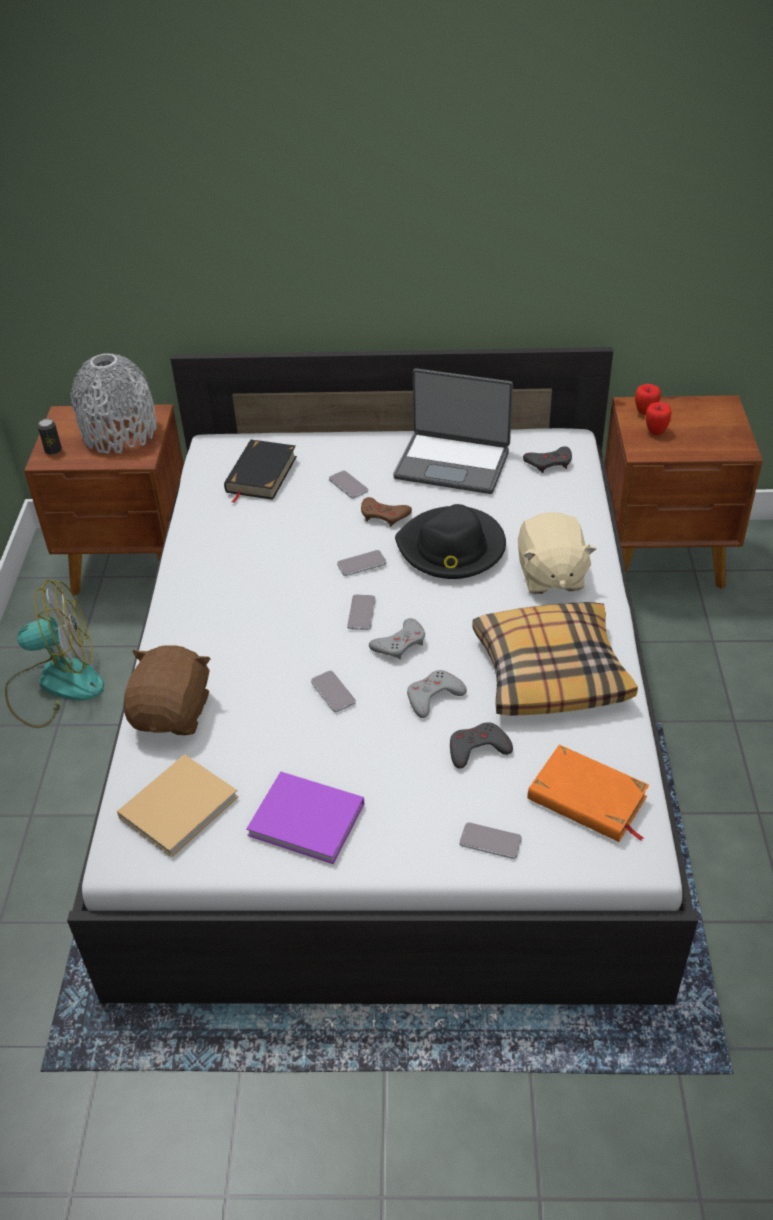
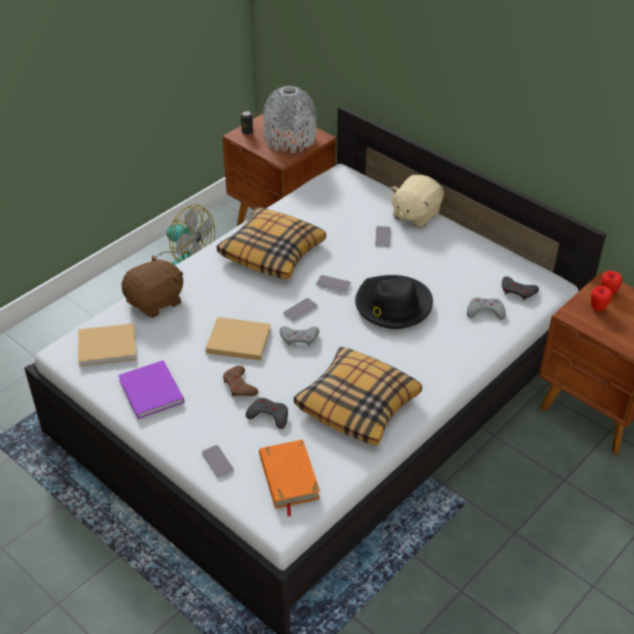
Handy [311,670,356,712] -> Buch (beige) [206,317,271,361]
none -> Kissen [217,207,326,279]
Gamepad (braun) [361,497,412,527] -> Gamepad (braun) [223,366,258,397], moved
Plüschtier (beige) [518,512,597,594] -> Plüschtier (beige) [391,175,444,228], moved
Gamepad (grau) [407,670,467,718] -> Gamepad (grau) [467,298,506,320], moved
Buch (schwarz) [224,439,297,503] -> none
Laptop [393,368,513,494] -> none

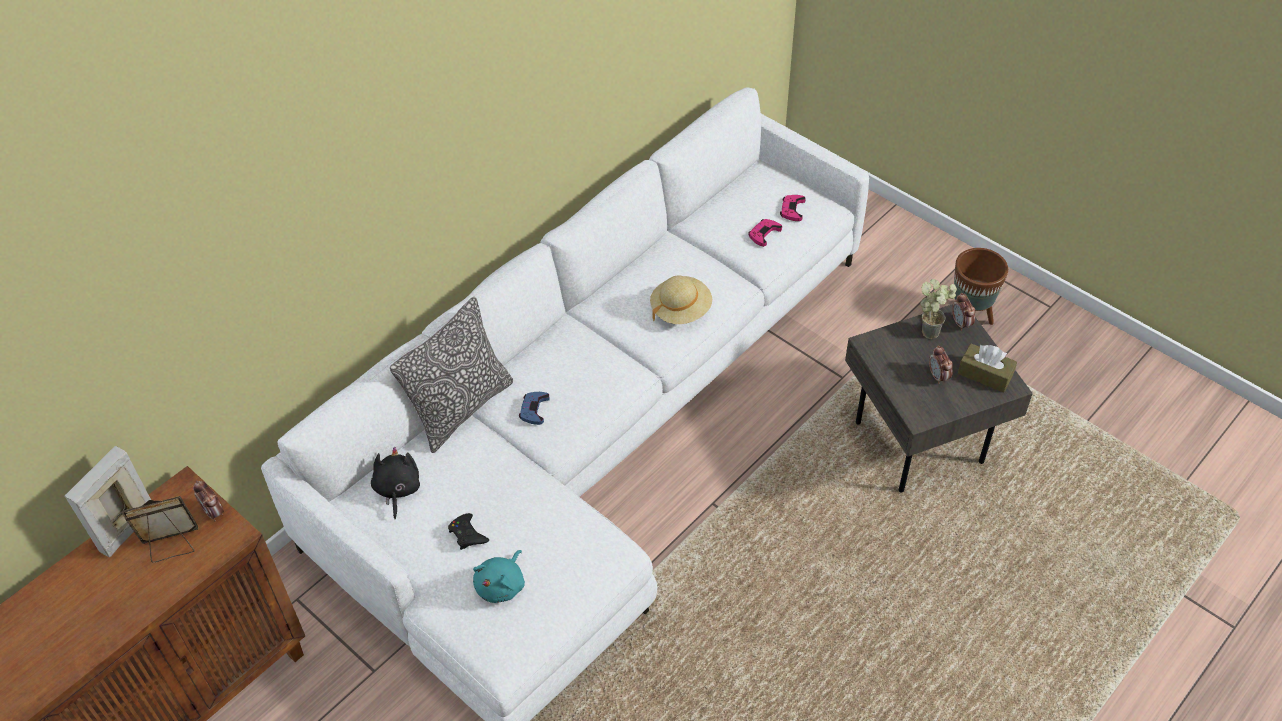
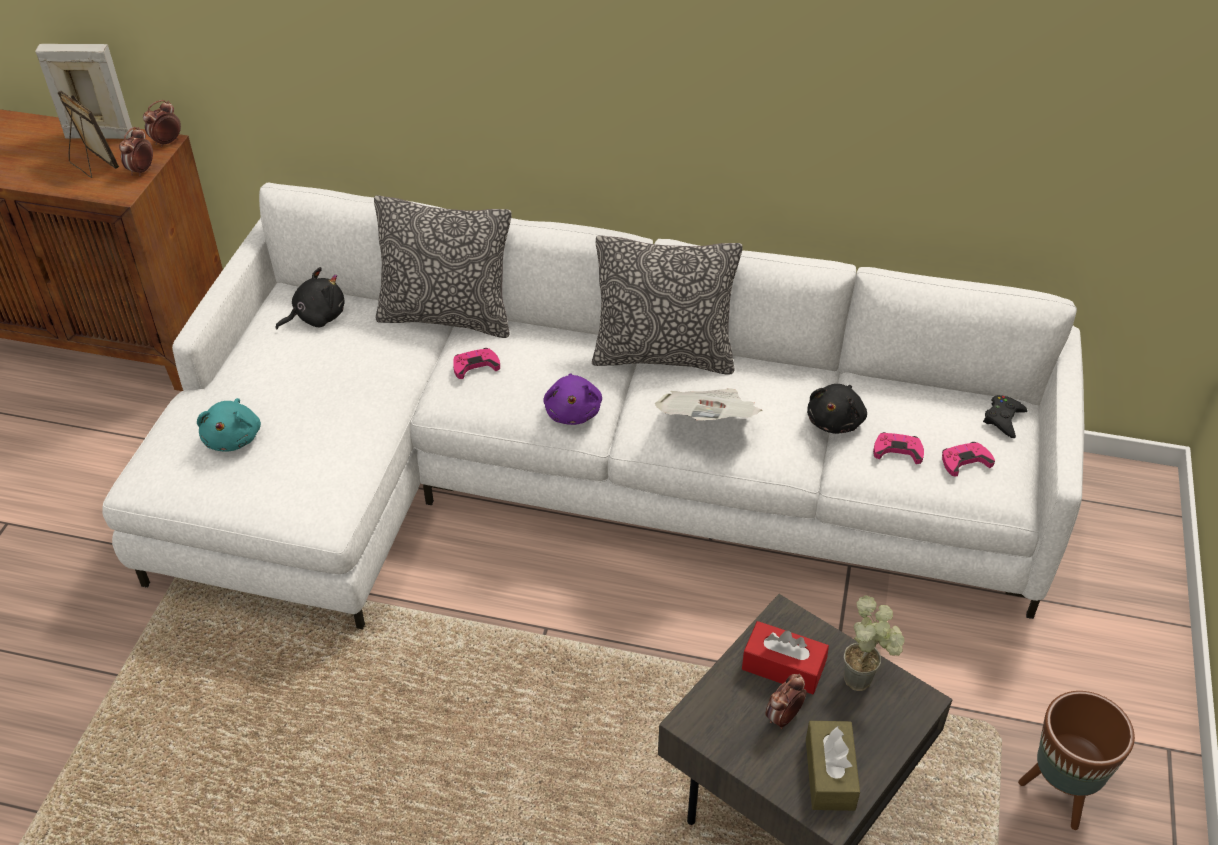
Wecker [952,293,975,331] -> Wecker [143,100,181,147], moved
Plüschtier (türkis) [473,550,525,603] -> Plüschtier (türkis) [197,398,261,452], 90 degrees counterclockwise
Gamepad (blau) [519,392,549,425] -> Gamepad (rosa) [453,348,500,379]
none -> Plüschtier (lila) [543,373,602,425]
none -> Kissen [592,235,743,375]
Hut (beige) [650,276,712,324] -> Zeitung [655,388,763,421]
none -> Taschentuchbox (rot) [742,621,829,694]
none -> Plüschtier (schwarz) [807,384,867,434]
Gamepad (schwarz) [448,513,489,550] -> Gamepad (schwarz) [983,395,1027,438], moved

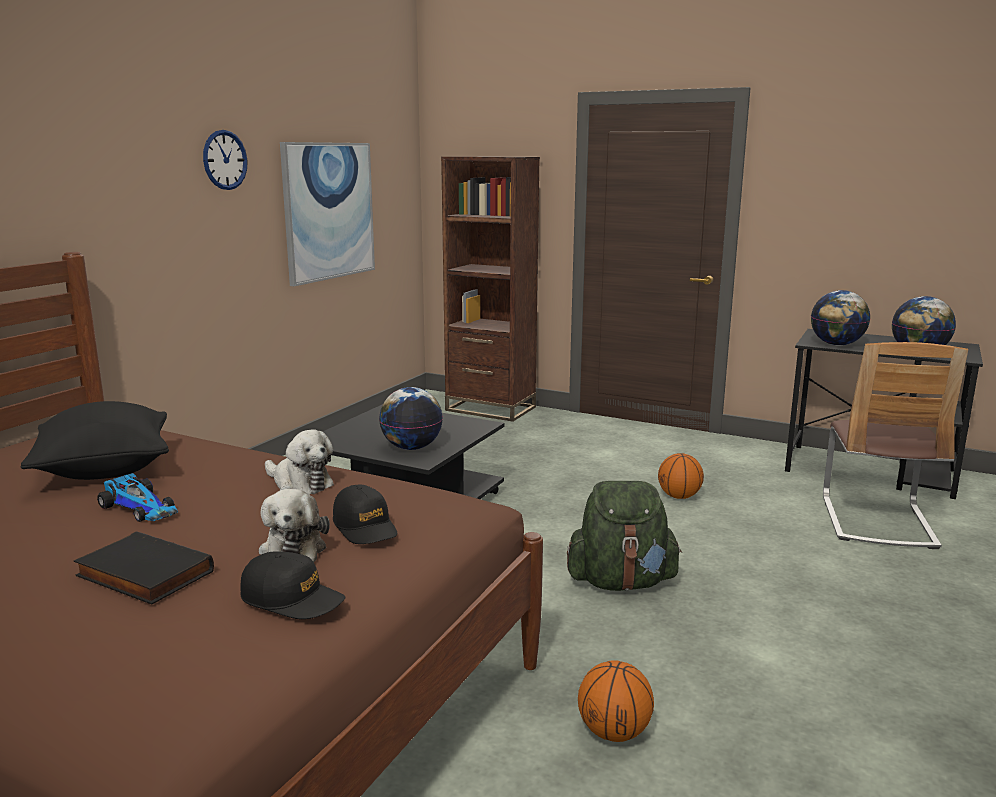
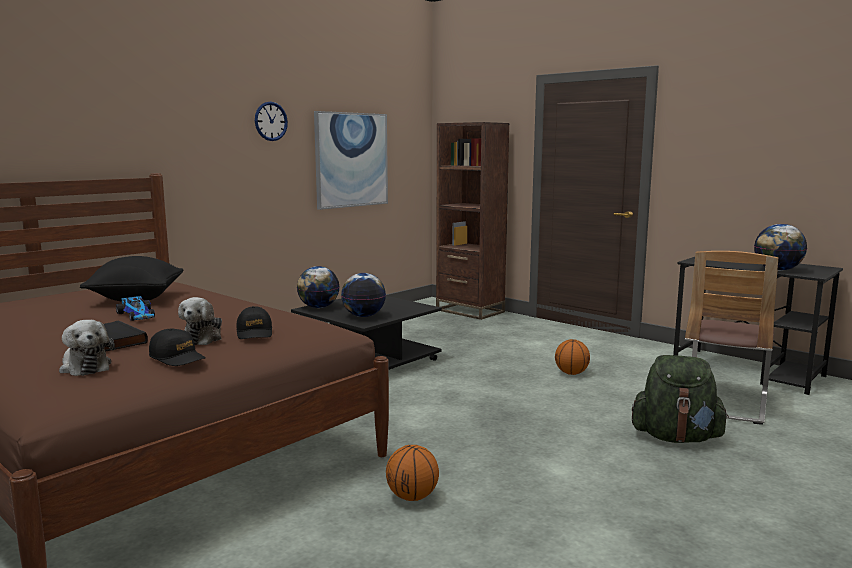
Plüschtier [265,429,334,494] -> Plüschtier [59,320,115,376], moved
Globus [811,290,870,346] -> Globus [297,266,340,308], moved
Rucksack (grün) [567,481,682,591] -> Rucksack (grün) [632,355,729,443], moved

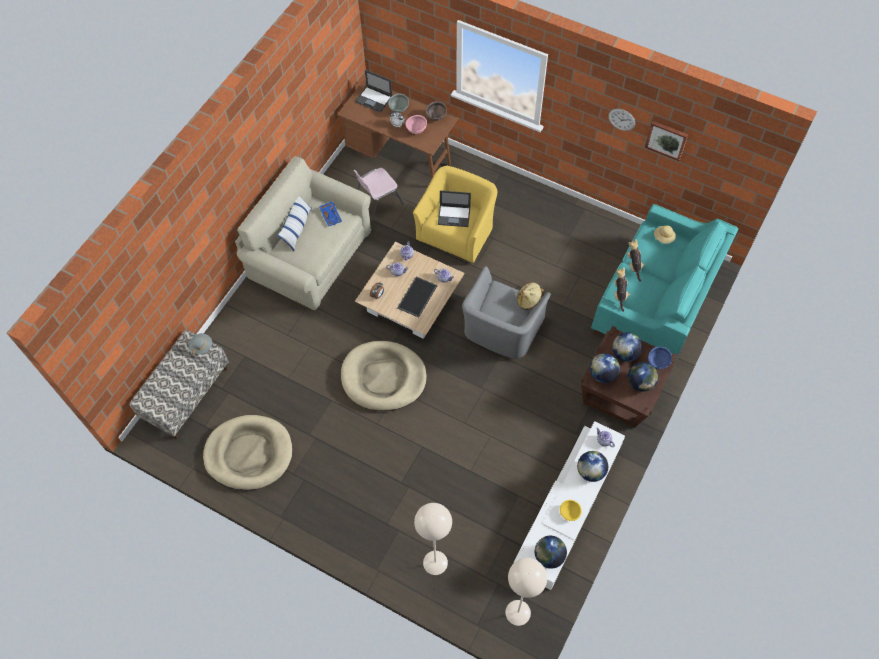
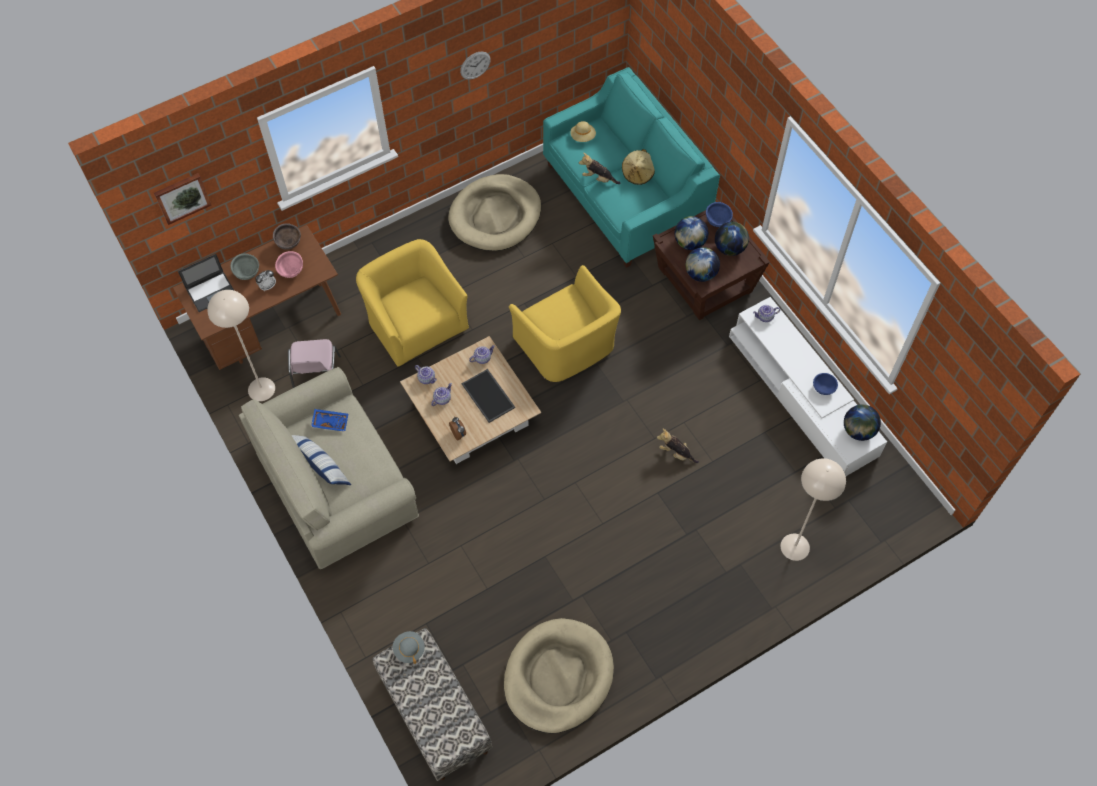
Bild [645,121,688,161] -> Bild [154,173,211,225], moved
Stehlampe (beige) [505,558,547,626] -> Stehlampe (beige) [207,290,275,401], moved
Hundebett (beige) [341,341,427,411] -> Hundebett (beige) [448,174,541,251], moved
Sessel (grau) [462,266,551,359] -> Sessel (gelb) [509,265,621,382]
Hut (beige) [517,282,544,310] -> Hut (beige) [622,149,655,185], moved
Plüschtier [614,267,631,312] -> Plüschtier [657,429,699,463], moved
Schüssel (gelb) [560,500,582,521] -> Schüssel (blau) [813,373,838,395]
Laptop [438,191,471,227] -> none
Globus [577,451,608,482] -> none

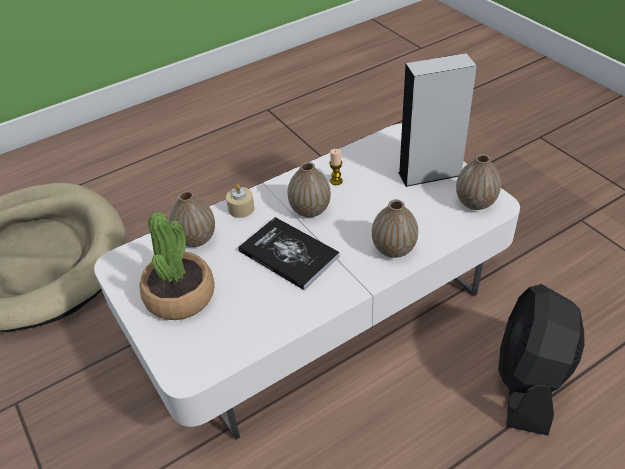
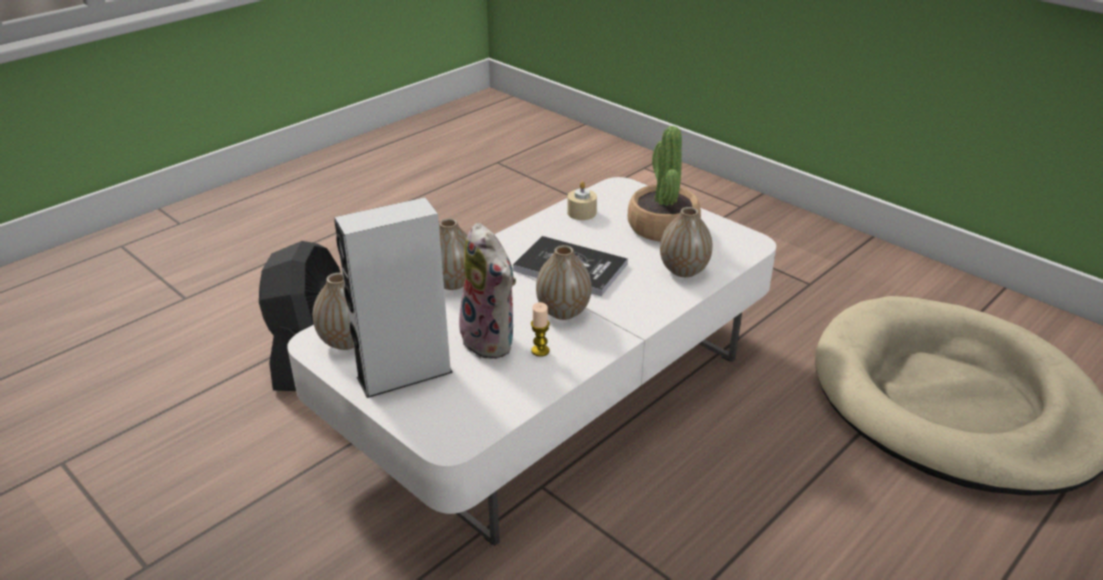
none -> Plüschtier [459,223,516,359]
Kerze (beige) [226,184,254,218] -> Kerze (beige) [567,181,597,220], moved

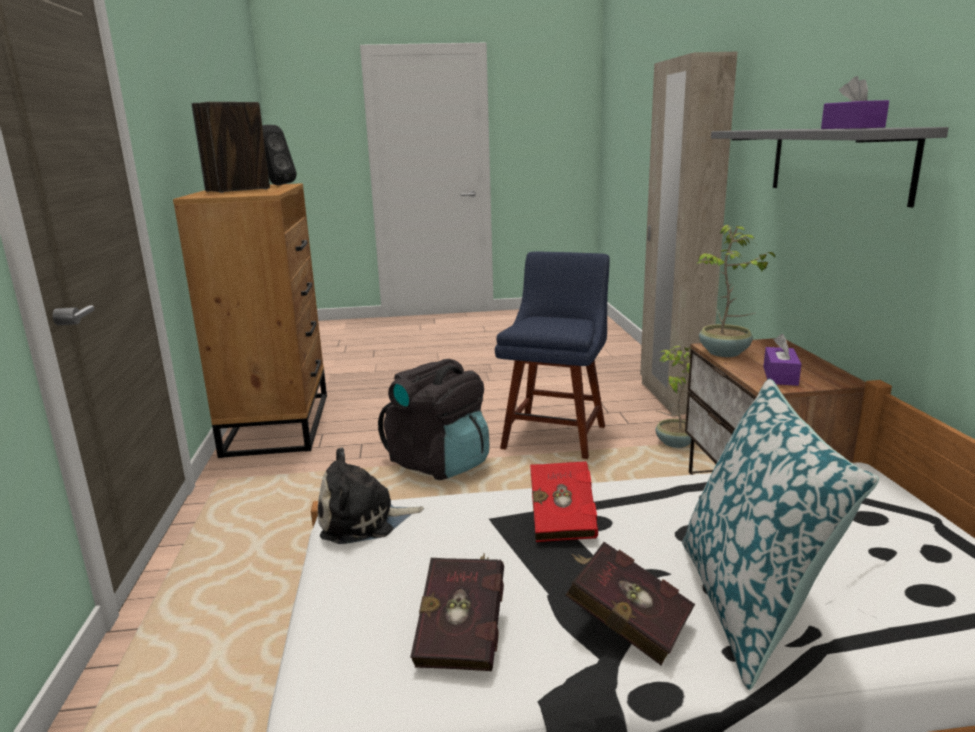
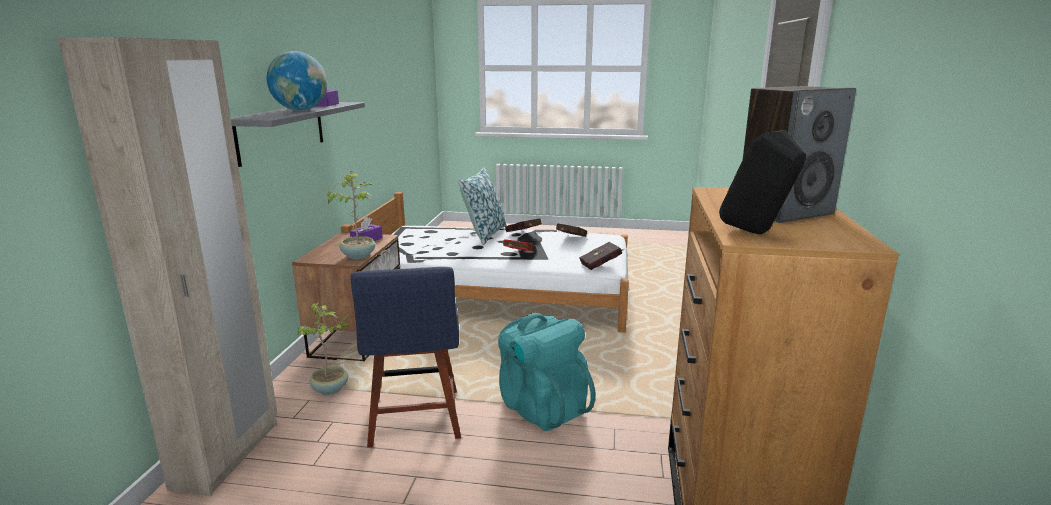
none -> Globus [267,51,327,111]
Stuhl (blau) [495,252,610,459] -> Stuhl (blau) [350,267,461,448], 45 degrees counterclockwise
Rucksack (schwarz) [378,359,489,480] -> Rucksack (türkis) [498,313,595,431]
Plüschtier [318,447,424,544] -> Buch (rot) [579,242,625,270]

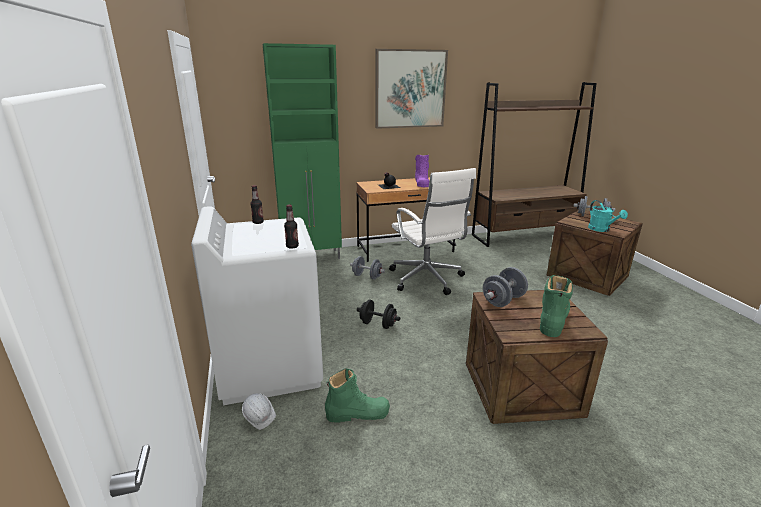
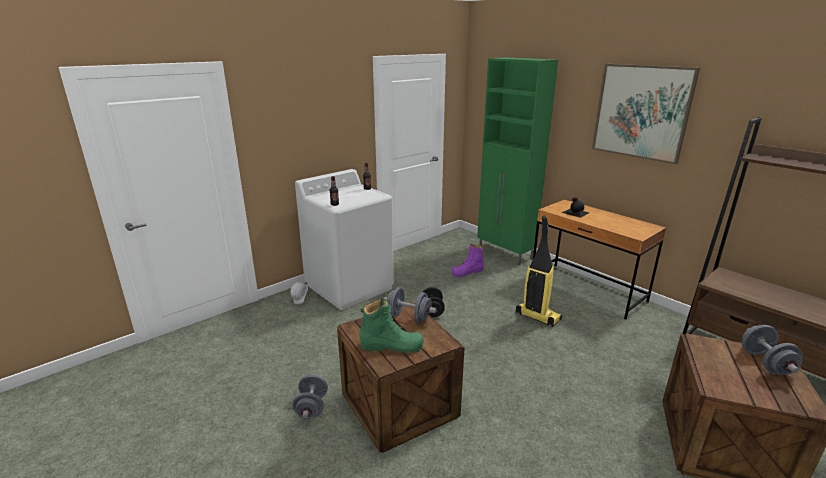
Hantel (grau) [350,256,385,280] -> Hantel (grau) [292,374,328,419], moved
Stiefel (lila) [415,154,429,187] -> Stiefel (lila) [452,244,484,277], moved
Bürostuhl (weiß) [389,168,476,295] -> Staubsauger [516,216,562,327]
Stiefel (grün) [325,368,390,423] -> none
Gießkanne (türkis) [588,200,628,232] -> none

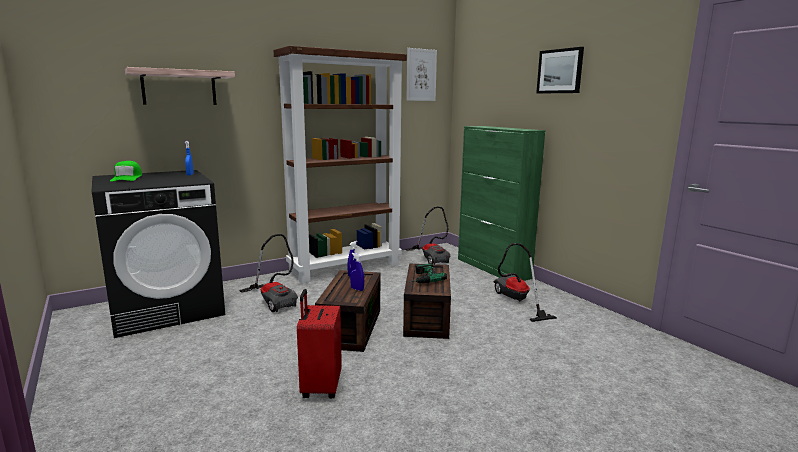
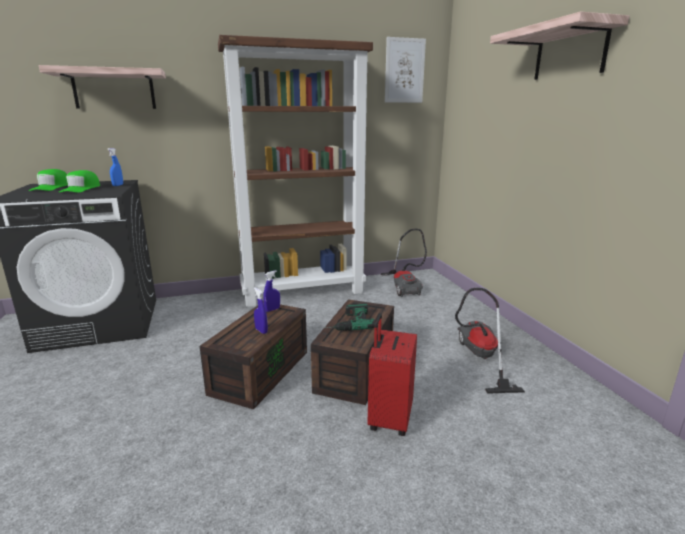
none -> Kappe (grün) [59,170,100,193]
Koffer (rot) [297,289,342,398] -> Koffer (rot) [367,313,417,436], moved
Bild [536,47,584,94] -> Wandregal [490,11,630,80]
Staubsauger [240,234,298,312] -> none
Schrank (grün) [458,126,545,281] -> none

